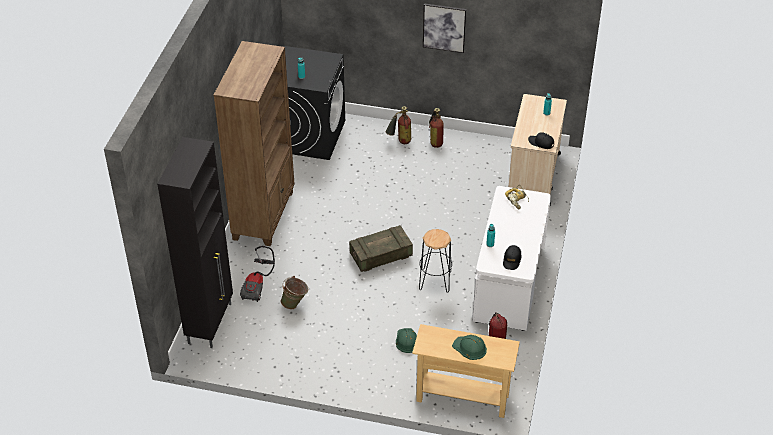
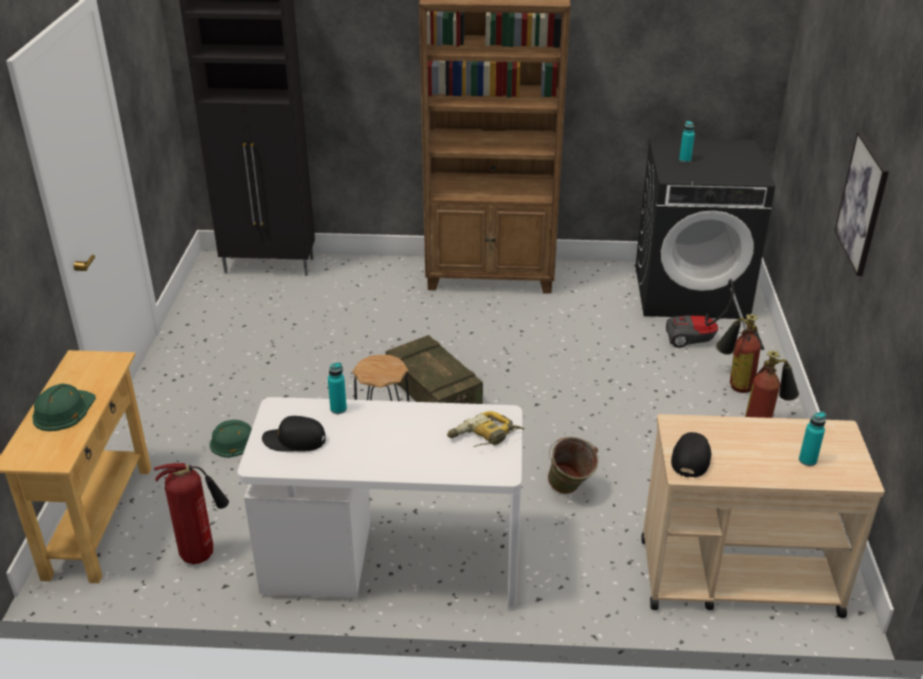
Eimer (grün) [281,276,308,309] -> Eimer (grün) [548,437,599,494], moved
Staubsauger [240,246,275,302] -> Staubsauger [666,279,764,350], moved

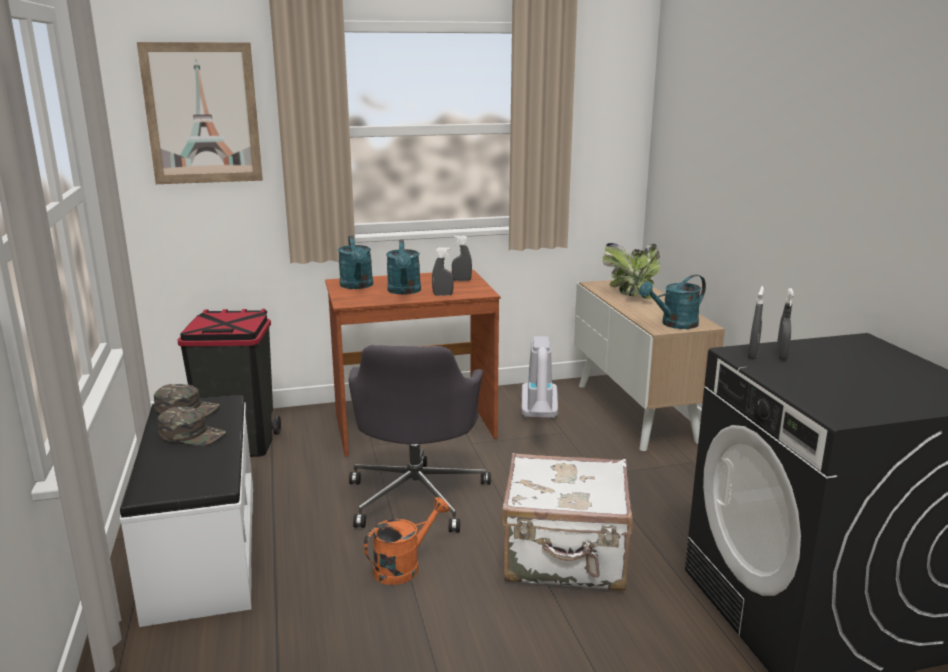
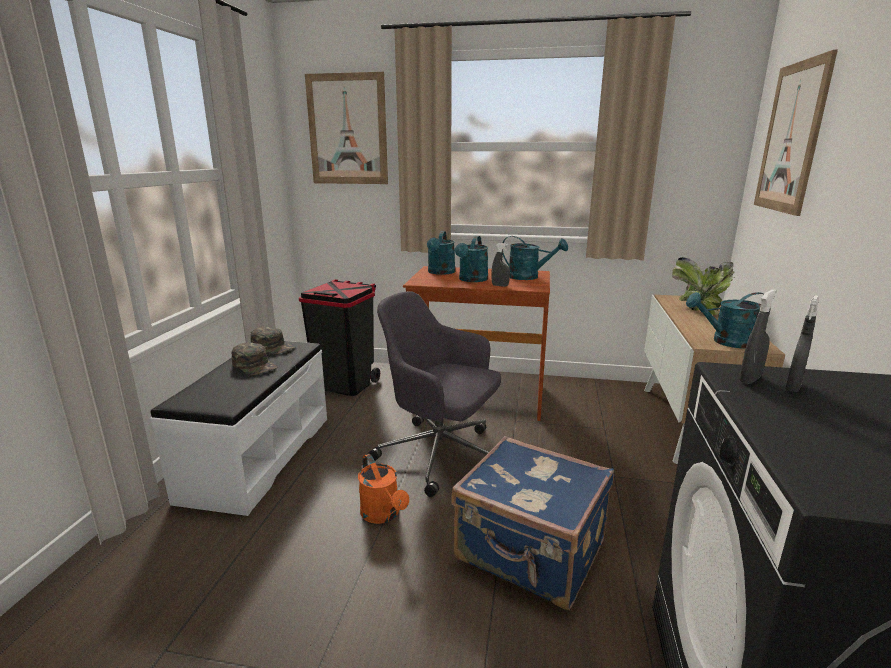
Gießkanne (orange) [364,497,449,585] -> Gießkanne (orange) [358,454,409,524], 75 degrees clockwise
Bürostuhl (grau) [348,345,491,532] -> Bürostuhl (grau) [368,291,501,497], 90 degrees clockwise
Koffer (weiß) [501,453,633,591] -> Koffer (blau) [451,436,614,610]
Sprühflasche (grau) [452,235,472,281] -> Gießkanne (türkis) [502,236,568,280]
none -> Bild [754,50,838,216]
Staubsauger [521,336,558,419] -> none

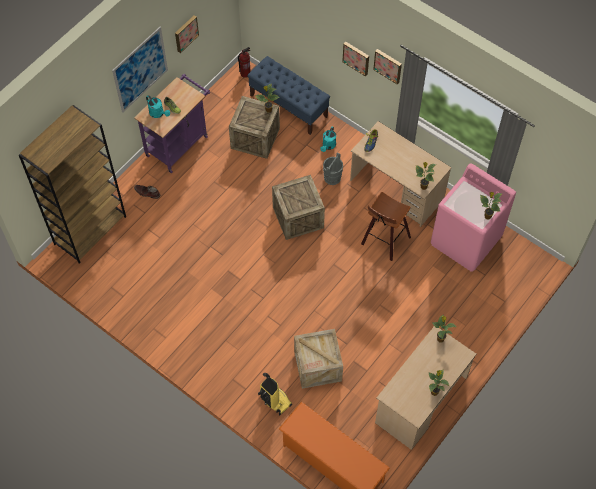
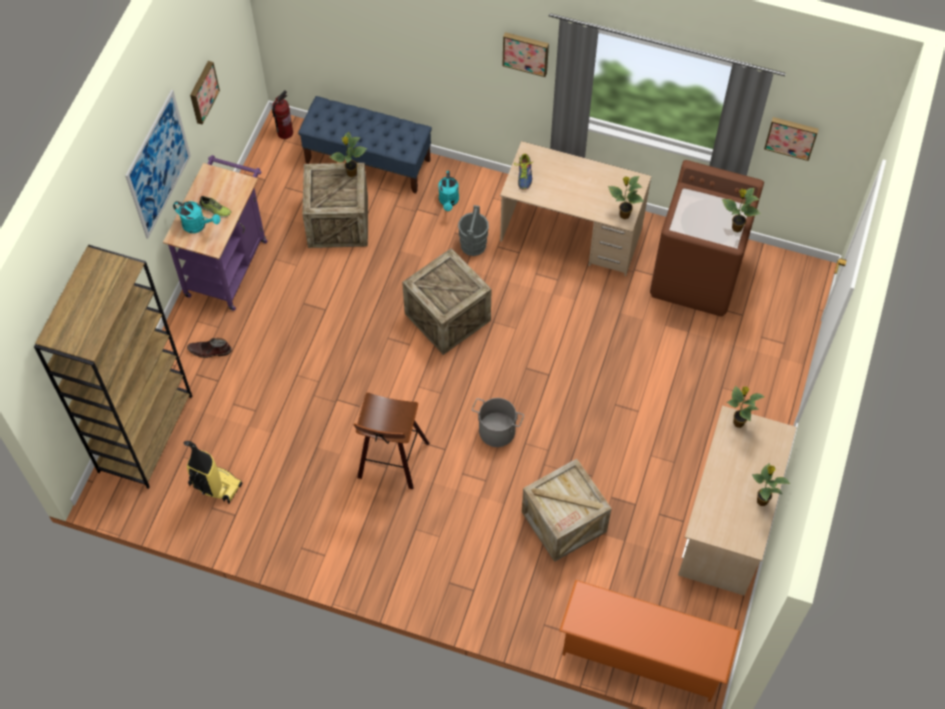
Staubsauger [258,373,292,416] -> Staubsauger [184,441,242,504], moved
Hocker [361,192,411,261] -> Hocker [353,392,429,489], moved
none -> Eimer (grau) [472,398,524,447]
Waschmaschine (rosa) [431,163,516,272] -> Waschmaschine (braun) [650,160,764,317]
Bild [342,42,369,77] -> Bild [764,117,819,161], moved

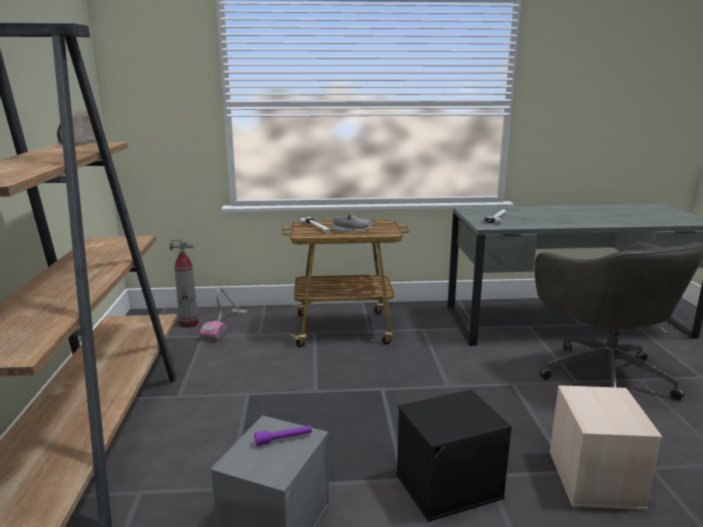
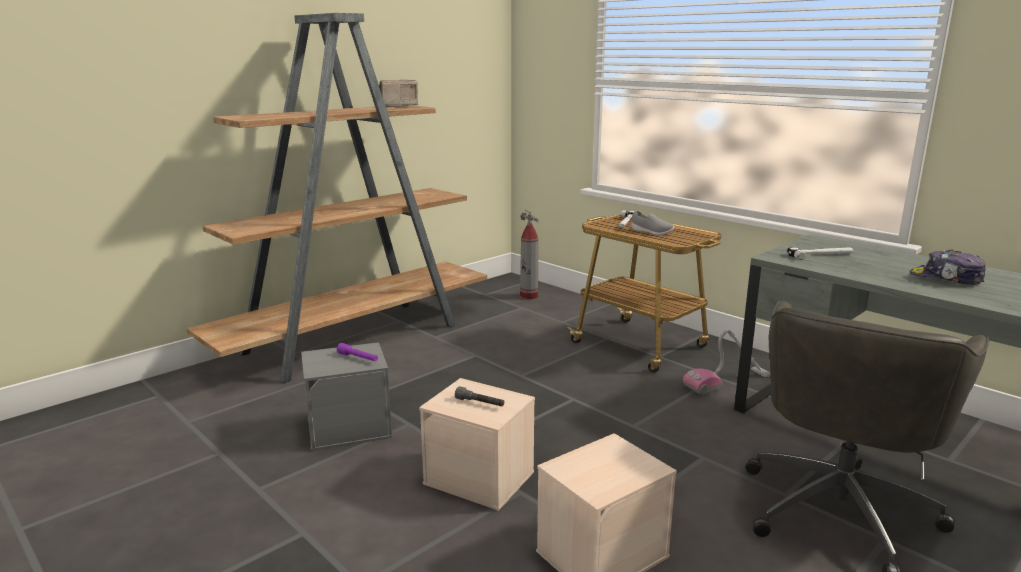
Aufbewahrungsbox (schwarz) [396,390,512,522] -> Aufbewahrungsbox (beige) [419,378,535,511]
none -> Taschenlampe (grau) [455,386,504,406]
Staubsauger [200,287,248,340] -> Staubsauger [683,329,770,395], moved
none -> Kappe [910,249,986,285]

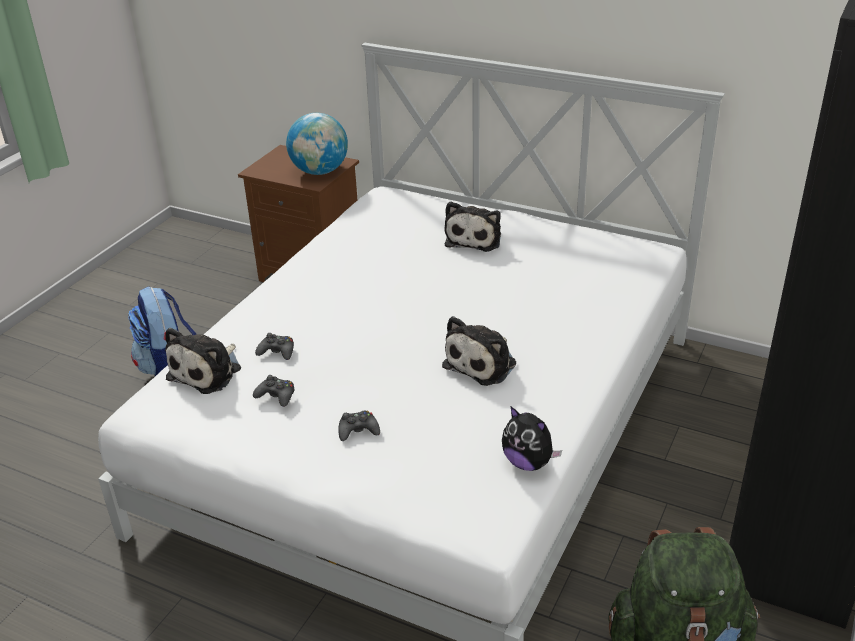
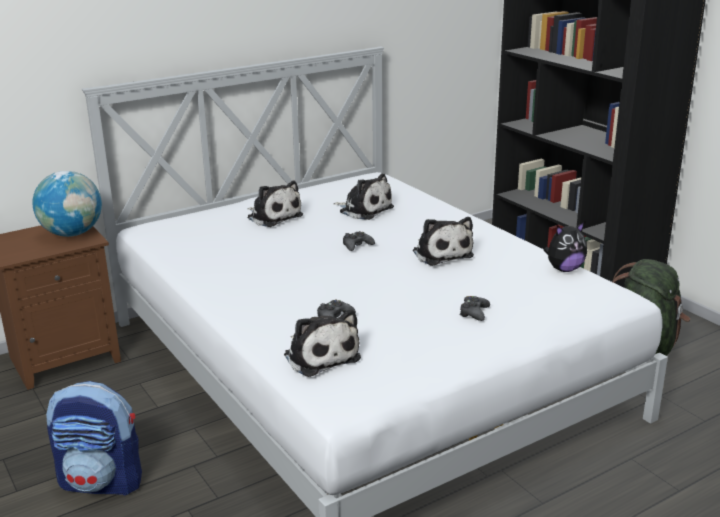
none -> Plüschtier [333,173,394,220]
Gamepad (schwarz) [253,375,294,407] -> Gamepad (schwarz) [343,231,375,251], moved

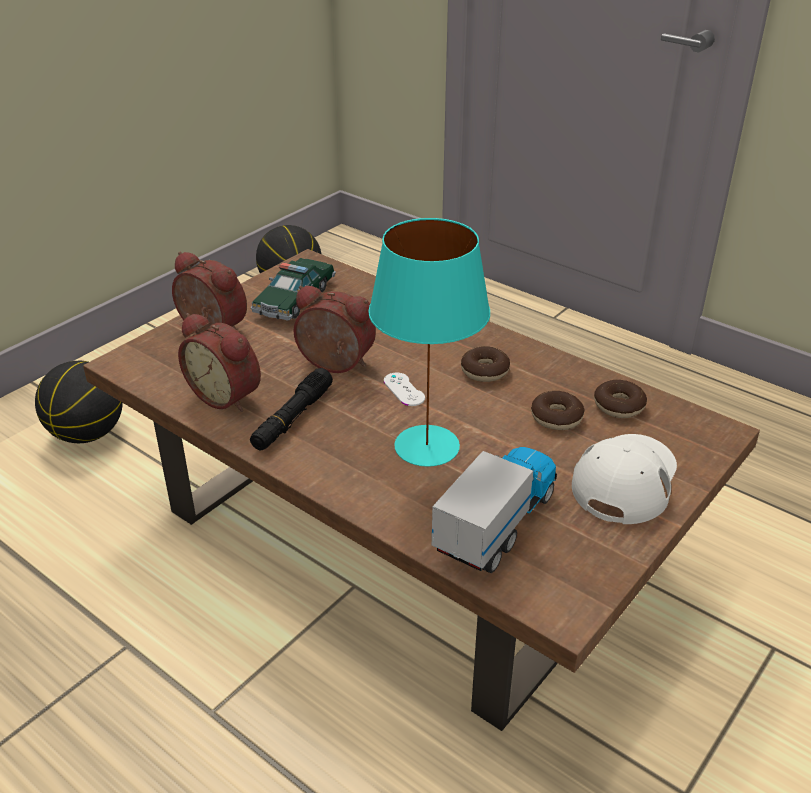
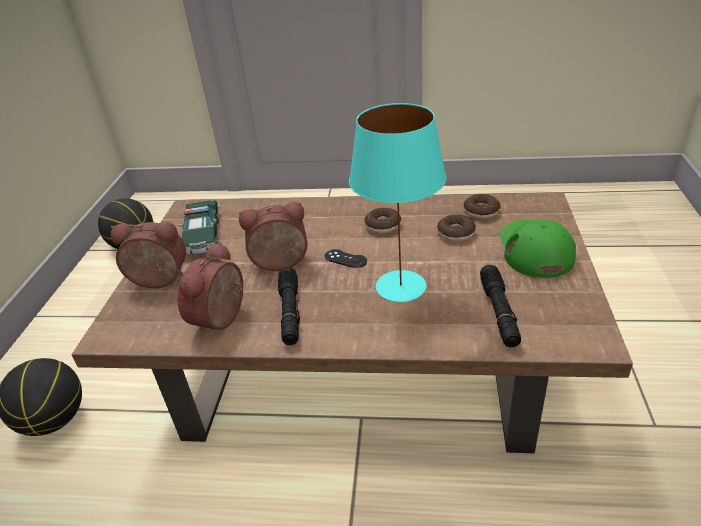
Wecker [178,313,261,412] -> Wecker [178,242,243,337], 105 degrees clockwise
Gamepad (weiß) [384,372,425,406] -> Gamepad (schwarz) [325,249,367,268]
Spielzeuglaster [432,447,557,573] -> Taschenlampe (schwarz) [480,265,521,347]
Kappe (weiß) [572,434,677,524] -> Kappe (grün) [500,220,576,278]

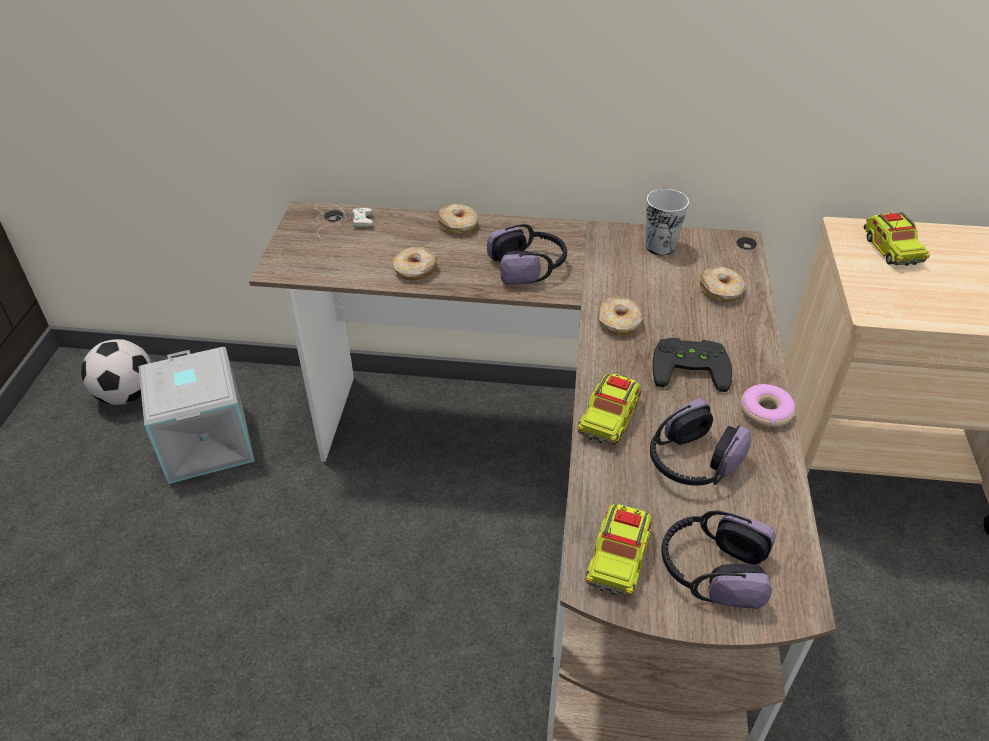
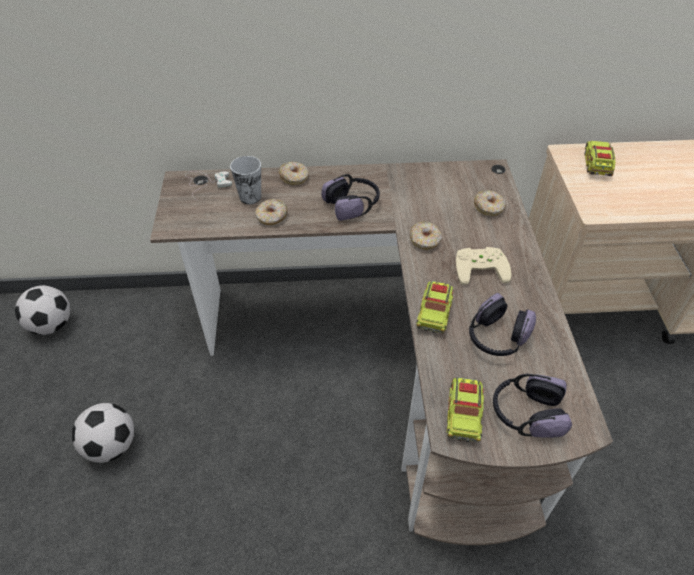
none -> Fußball [72,403,134,463]
Tasse [646,189,689,256] -> Tasse [230,156,261,204], moved
Gamepad (schwarz) [653,338,732,392] -> Gamepad (beige) [456,247,512,285]
Spielzeuglaster [863,212,930,266] -> Spielzeuglaster [585,141,616,176], 150 degrees counterclockwise
Aufbewahrungsbox (grau) [138,347,255,484] -> none
Donut [740,384,796,428] -> none

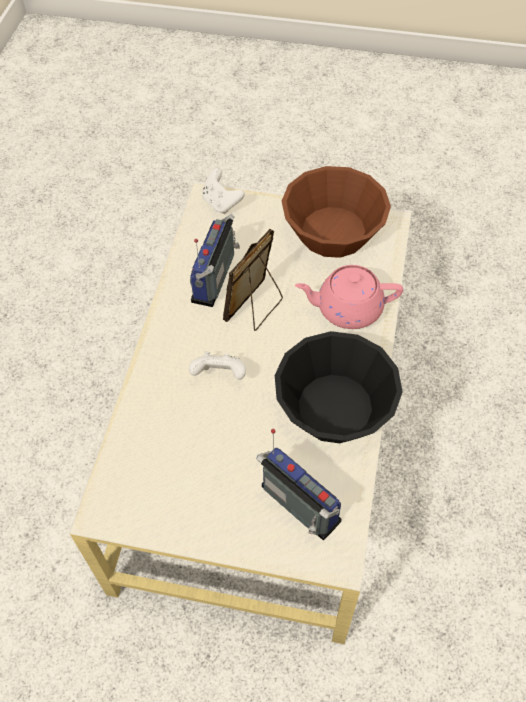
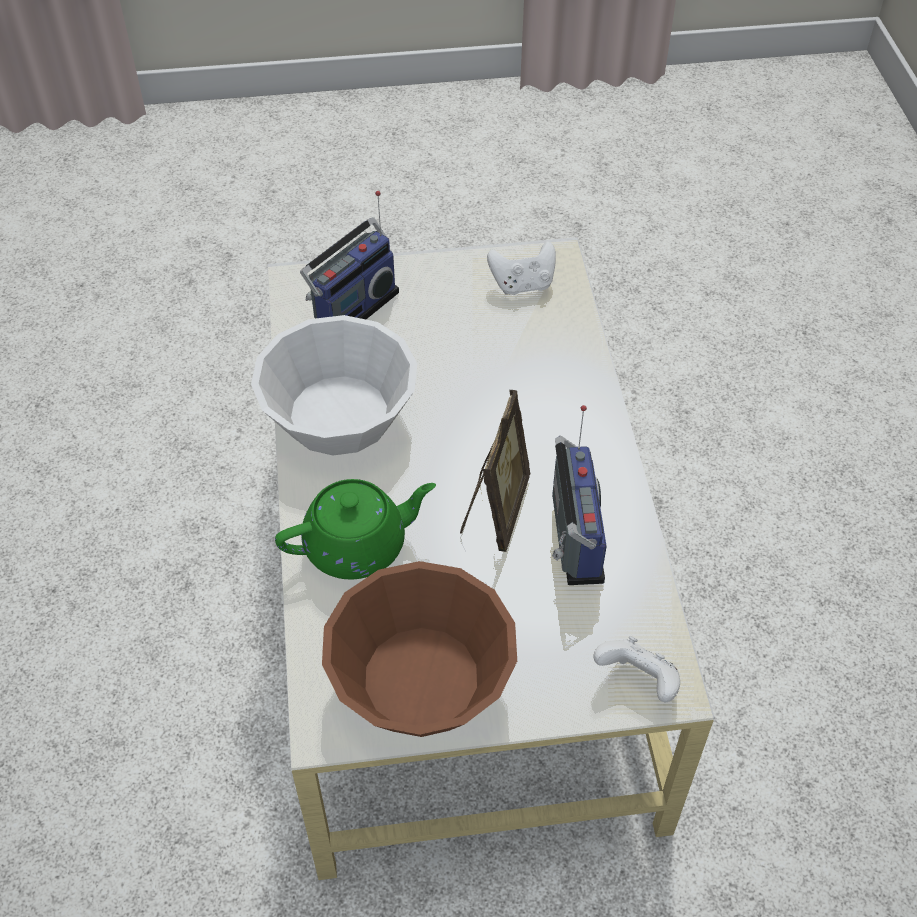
Schüssel (schwarz) [275,331,403,443] -> Schüssel (weiß) [251,315,417,455]
Teekanne (rosa) [295,265,403,329] -> Teekanne (grün) [275,479,436,580]
Radio [256,429,342,540] -> Radio [300,191,399,319], 75 degrees counterclockwise
Gamepad (weiß) [189,352,246,380] -> Gamepad (weiß) [487,241,556,295], moved

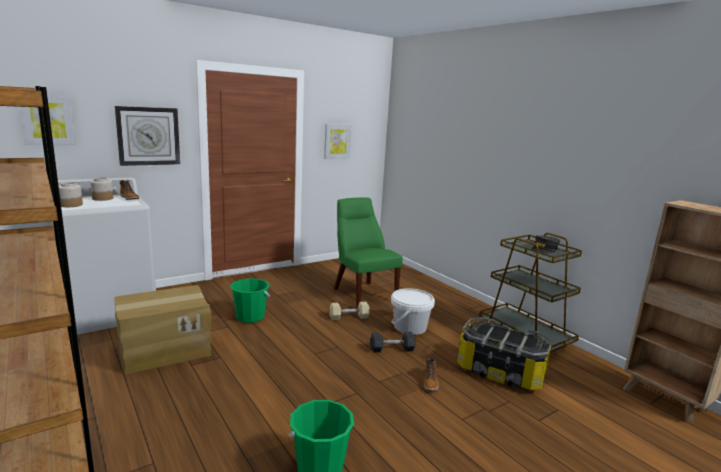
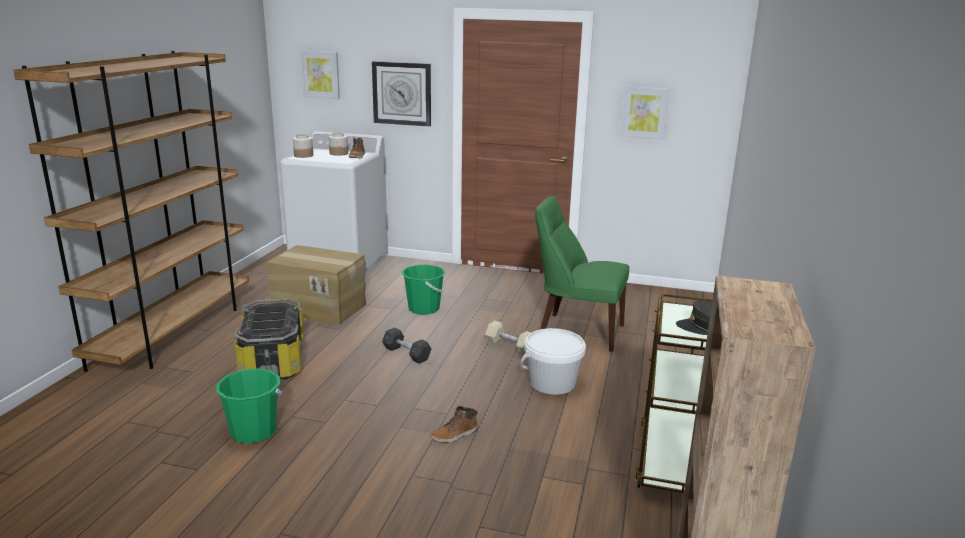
Aufbewahrungsbox [457,317,553,391] -> Aufbewahrungsbox [234,298,304,379], moved
Hantel (grau) [370,332,416,352] -> Hantel (grau) [382,327,431,364], moved
Stuhl (grün) [334,197,403,309] -> Stuhl (grün) [535,196,629,352], 90 degrees counterclockwise

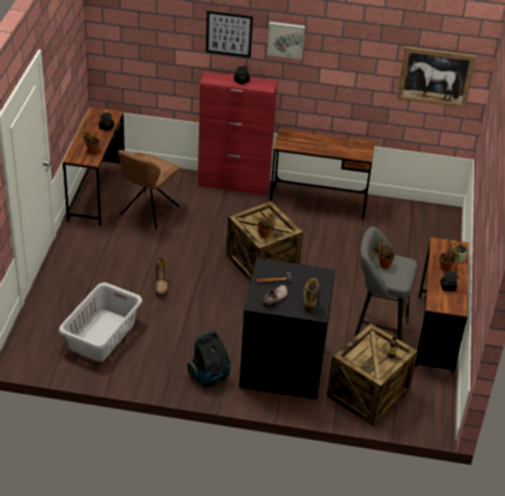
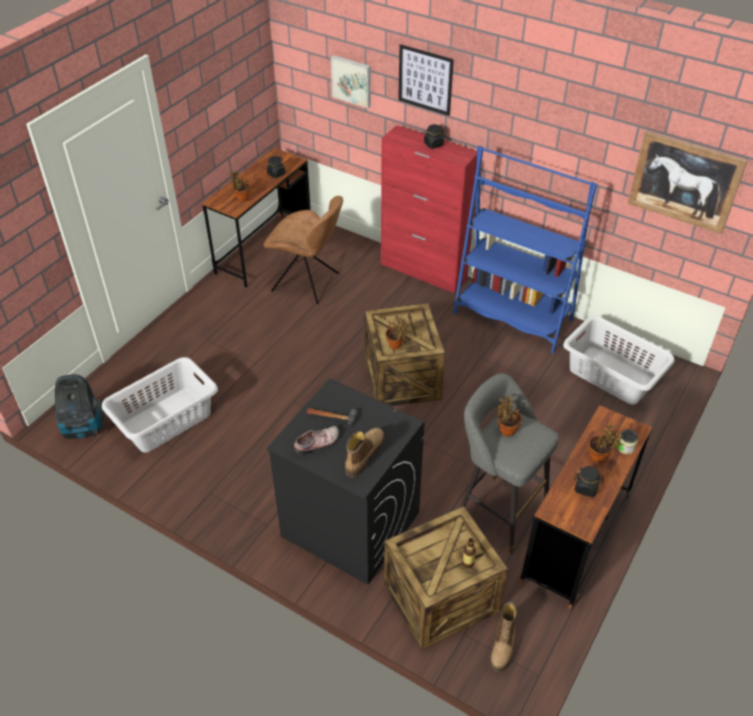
Staubsauger [187,330,230,387] -> Staubsauger [55,374,105,439], moved
Stuhl (braun) [118,150,181,229] -> Stuhl (braun) [264,196,343,304], 120 degrees counterclockwise
Bild [267,22,305,59] -> Bild [331,55,371,108], moved
Schreibtisch (braun) [270,129,375,220] -> Bücherregal (blau) [453,146,597,354]
Stiefel [155,257,168,297] -> Stiefel [489,602,517,672], moved
none -> Wäschekorb (grau) [563,316,674,405]

